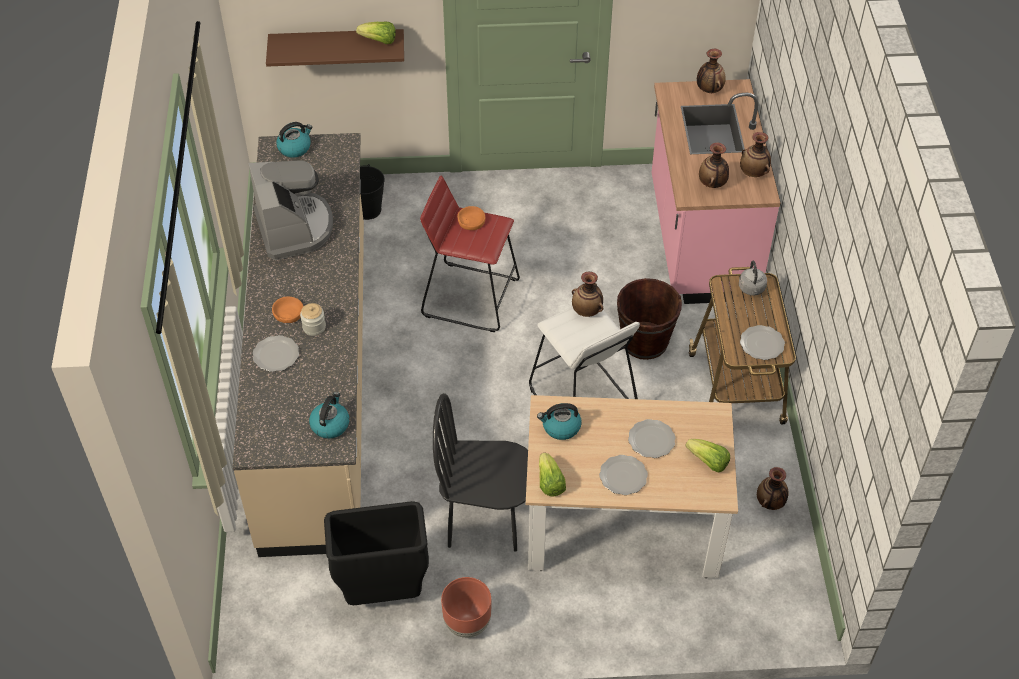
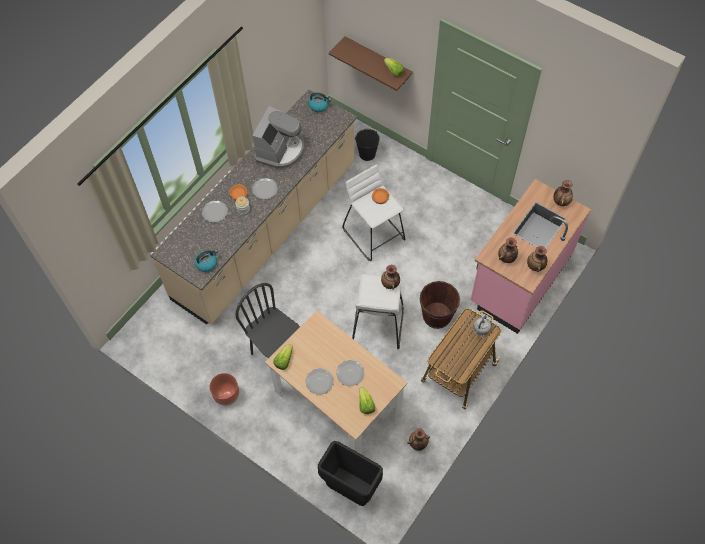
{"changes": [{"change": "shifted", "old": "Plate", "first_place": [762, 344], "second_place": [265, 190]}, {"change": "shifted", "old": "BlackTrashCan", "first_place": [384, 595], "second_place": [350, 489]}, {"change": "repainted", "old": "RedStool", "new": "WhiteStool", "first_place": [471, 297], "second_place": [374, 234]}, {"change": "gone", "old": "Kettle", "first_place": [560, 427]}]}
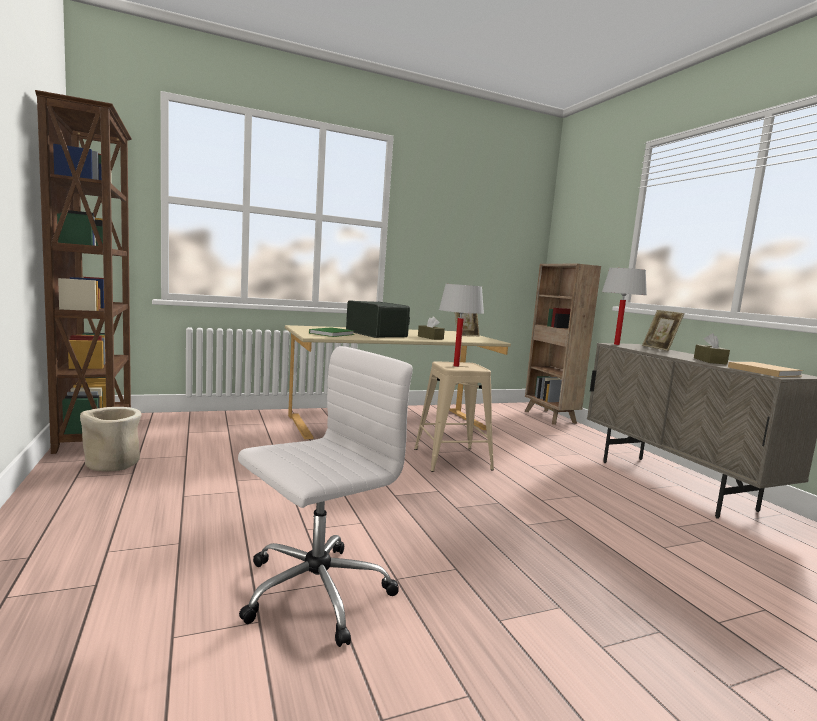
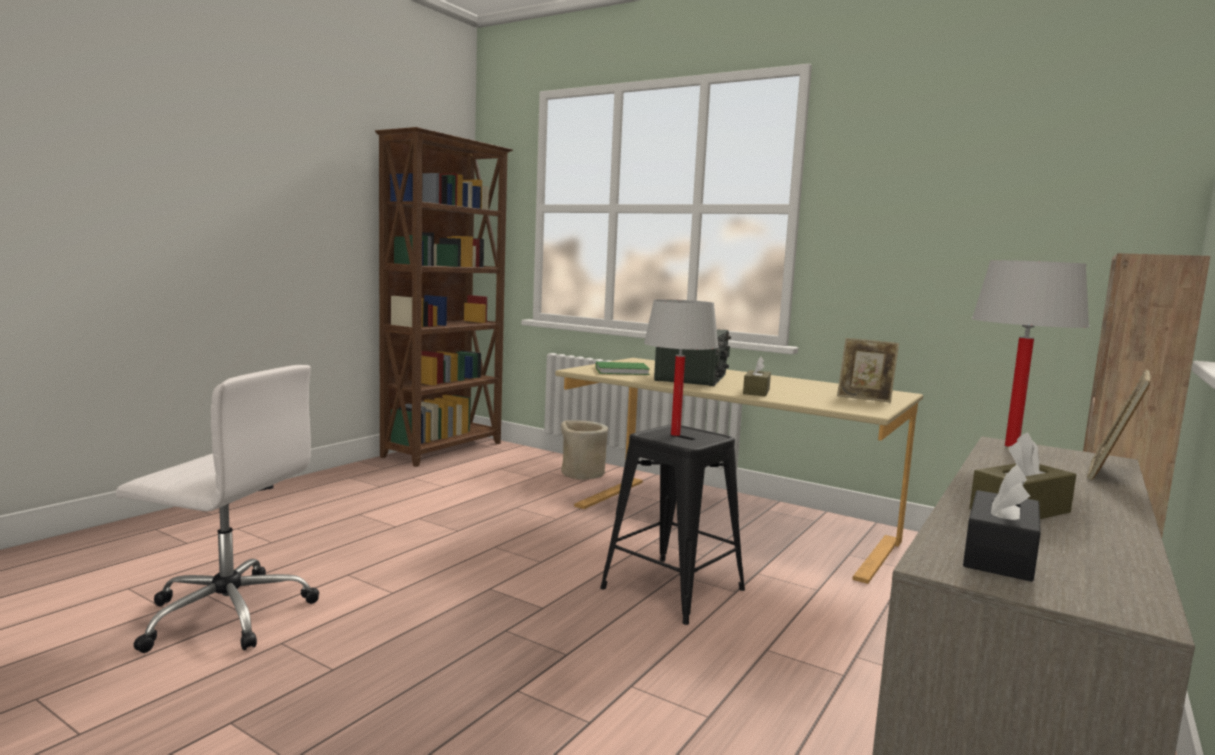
{"changes": [{"change": "shifted", "old": "BeigePlanter", "first_place": [112, 464], "second_place": [581, 474]}, {"change": "repainted", "old": "BeigeStool", "new": "BlackStool", "first_place": [452, 459], "second_place": [673, 589]}, {"change": "swapped", "old": "BeigeBook", "new": "BlackTissueBox", "first_place": [762, 371], "second_place": [999, 555]}]}
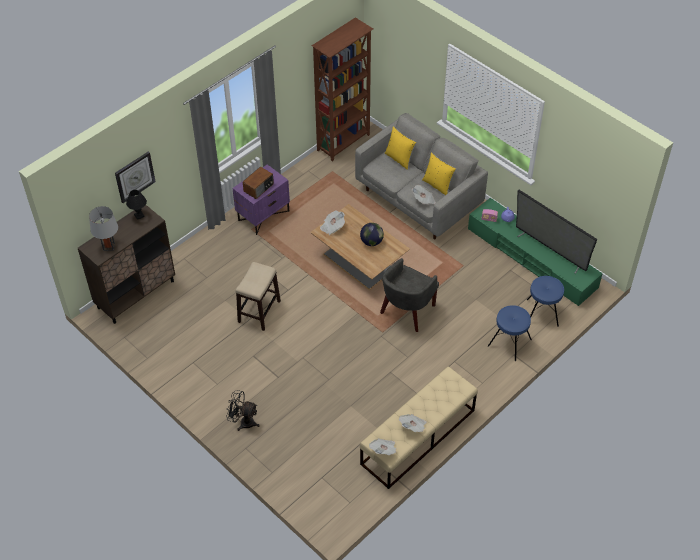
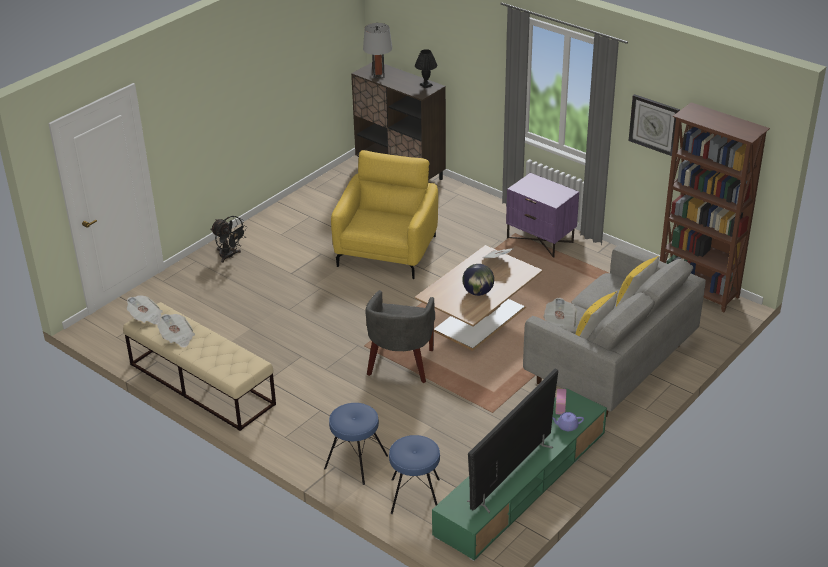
{"changes": [{"change": "rotated", "old": "BlackFan", "first_place": [243, 422], "second_place": [229, 256], "degrees": 120}, {"change": "swapped", "old": "Stool", "new": "YellowArmchair", "first_place": [259, 311], "second_place": [387, 251]}, {"change": "rotated", "old": "GreyArmchair", "first_place": [407, 311], "second_place": [401, 364], "degrees": -105}, {"change": "shifted", "old": "WallClock", "first_place": [134, 176], "second_place": [654, 124]}, {"change": "gone", "old": "Radio", "first_place": [259, 188]}]}
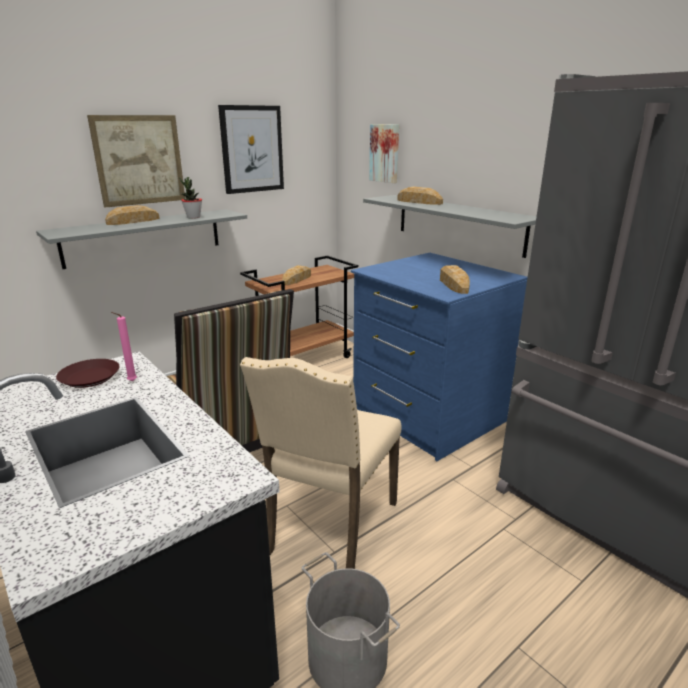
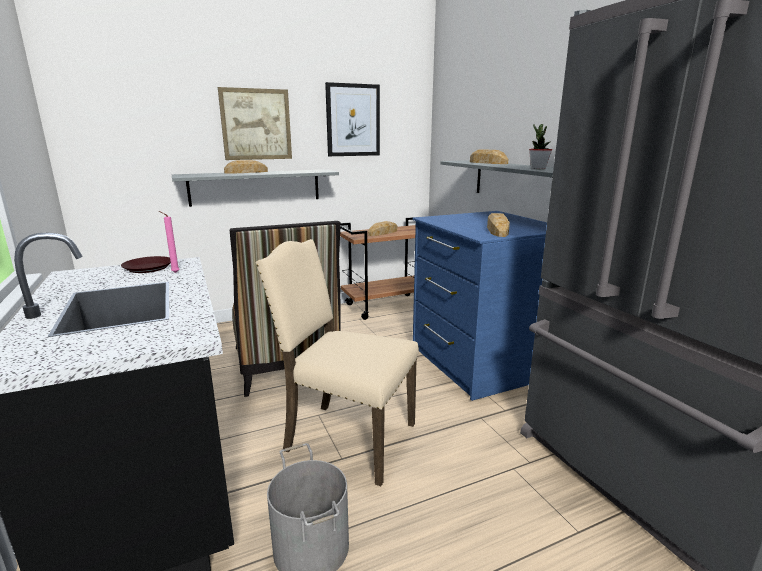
{"changes": [{"change": "rotated", "old": "BeigeChair", "first_place": [329, 527], "second_place": [347, 438], "degrees": 75}, {"change": "shifted", "old": "PottedPlant", "first_place": [193, 217], "second_place": [538, 168]}, {"change": "gone", "old": "Picture", "first_place": [385, 153]}]}
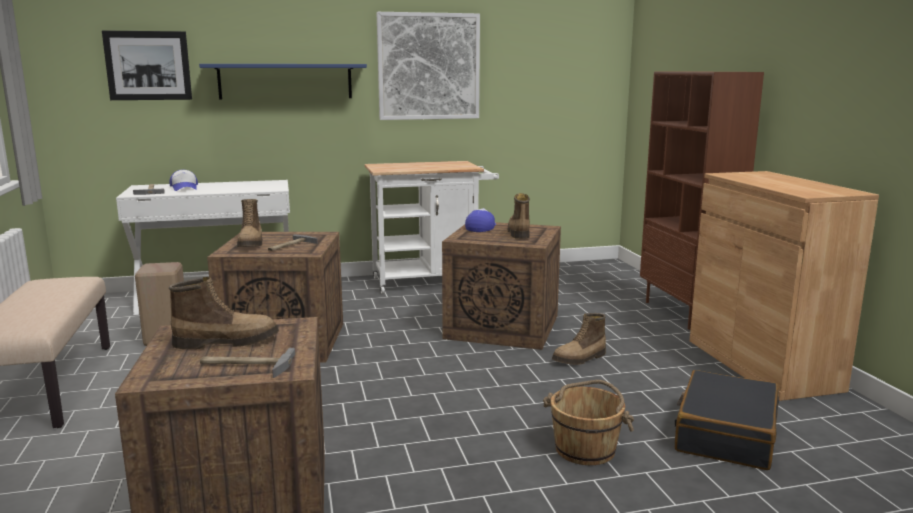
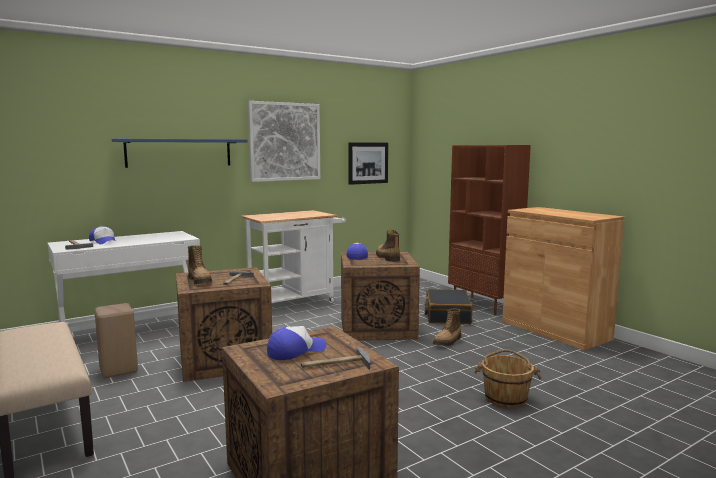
{"changes": [{"change": "swapped", "old": "Boot", "new": "Cap", "first_place": [226, 342], "second_place": [296, 351]}, {"change": "shifted", "old": "Picture", "first_place": [148, 65], "second_place": [368, 163]}, {"change": "shifted", "old": "BlackSuitcase", "first_place": [725, 434], "second_place": [447, 315]}]}
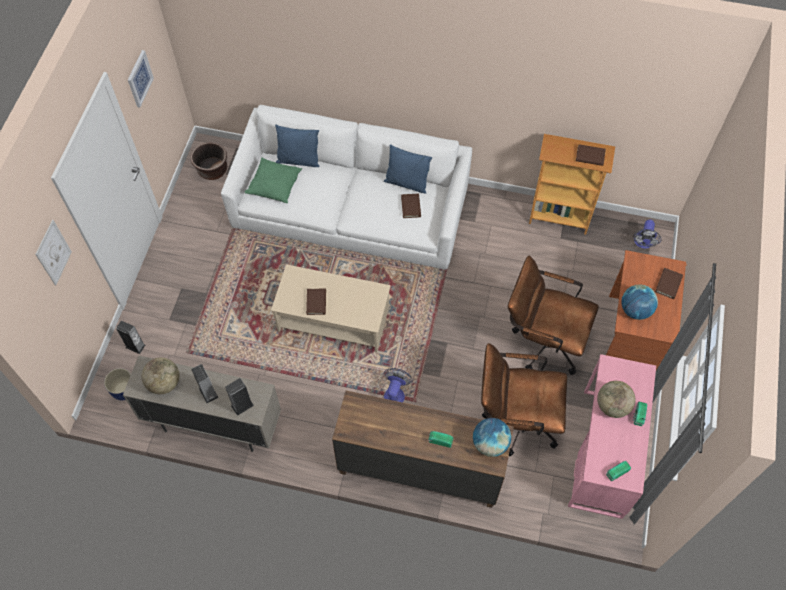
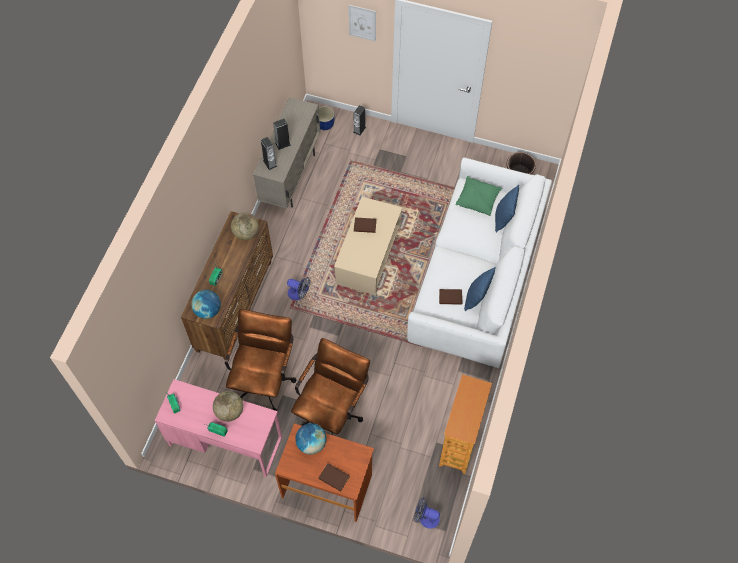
{"changes": [{"change": "shifted", "old": "Globe", "first_place": [164, 383], "second_place": [246, 233]}, {"change": "gone", "old": "Picture", "first_place": [139, 78]}, {"change": "gone", "old": "BrownBook", "first_place": [590, 156]}]}
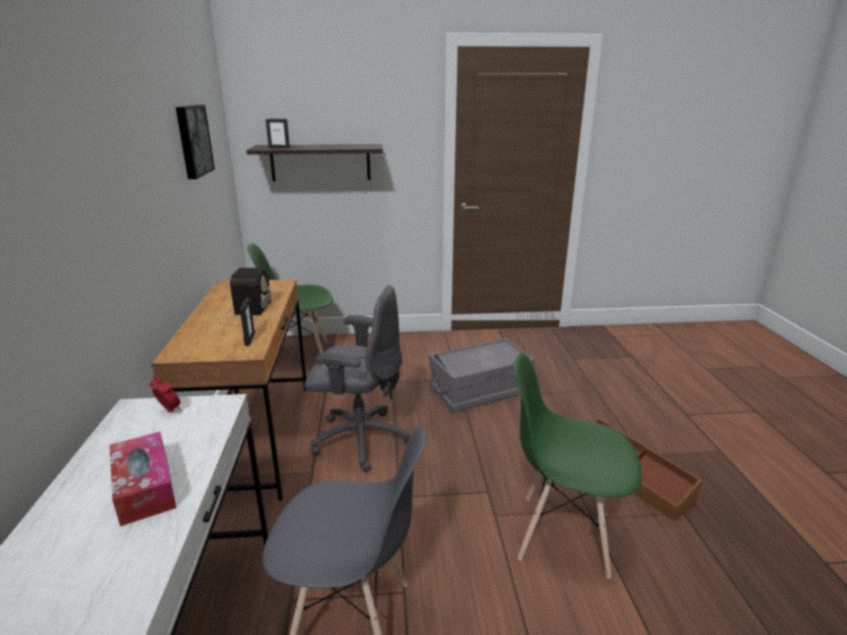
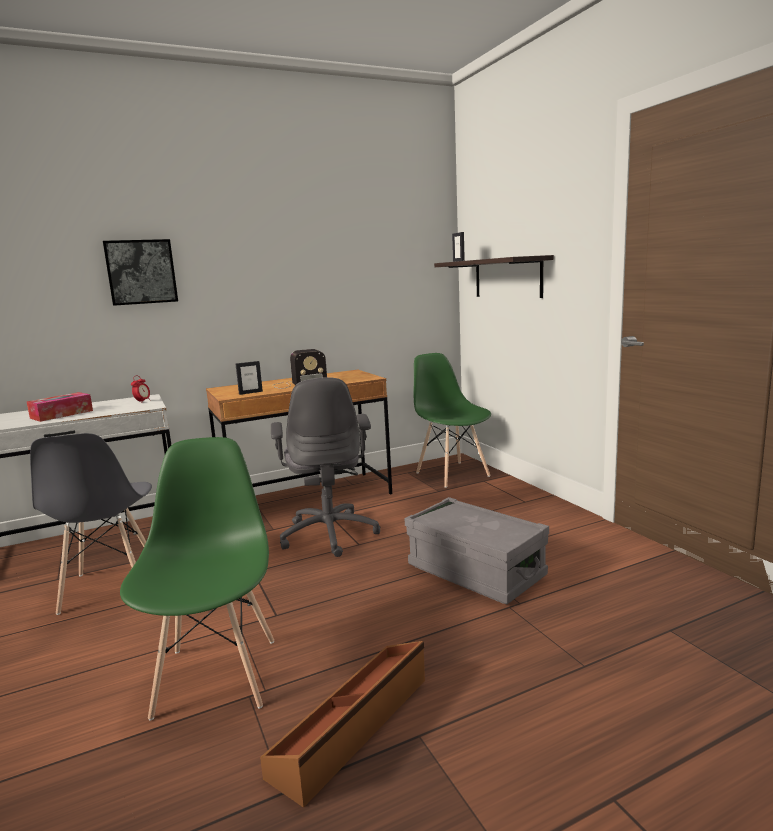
{"changes": [{"change": "shifted", "old": "Picture", "first_place": [192, 140], "second_place": [141, 272]}]}
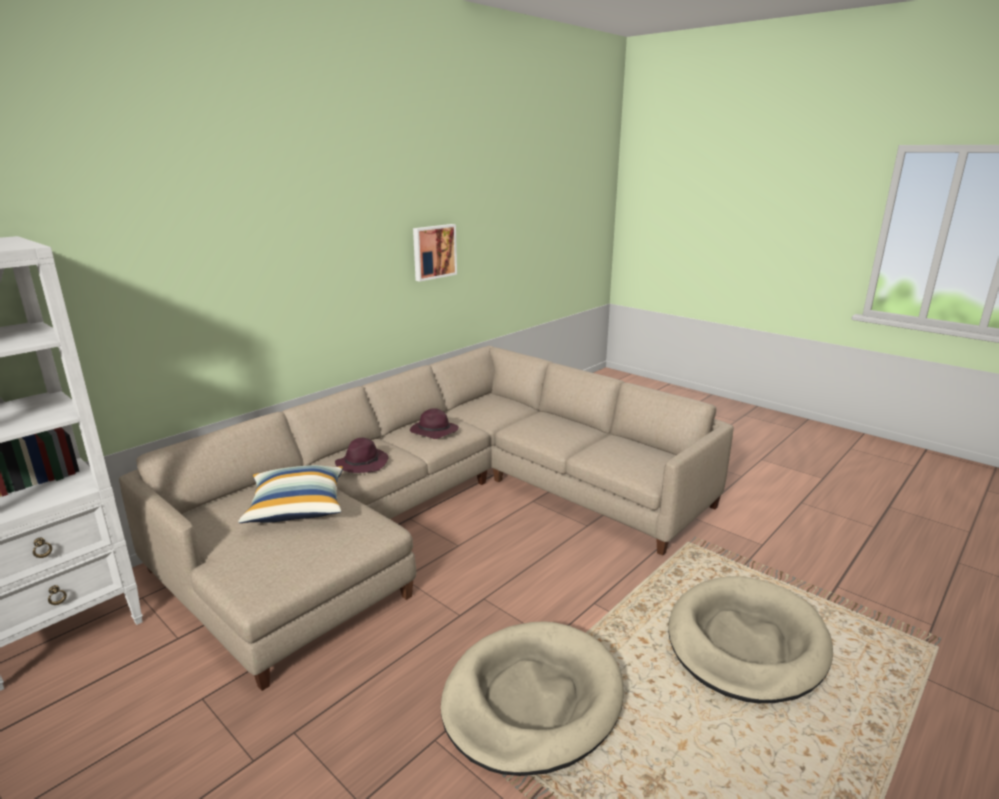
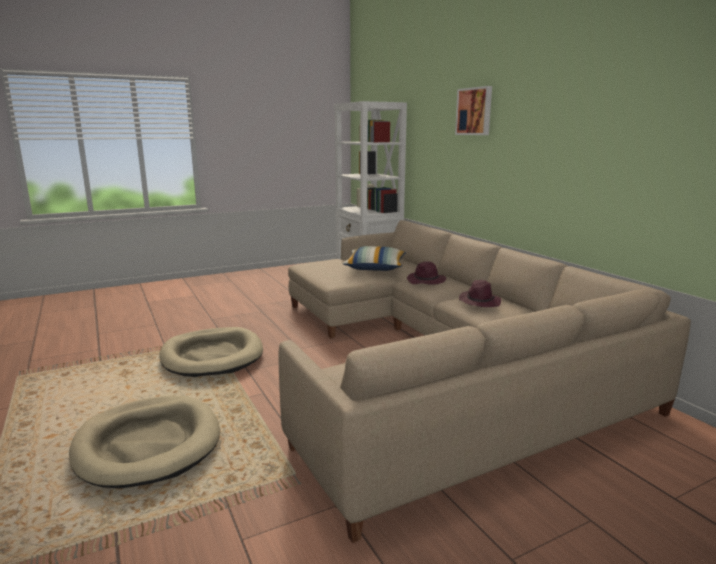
{"changes": [{"change": "shifted", "old": "Picture", "first_place": [433, 251], "second_place": [474, 111]}]}
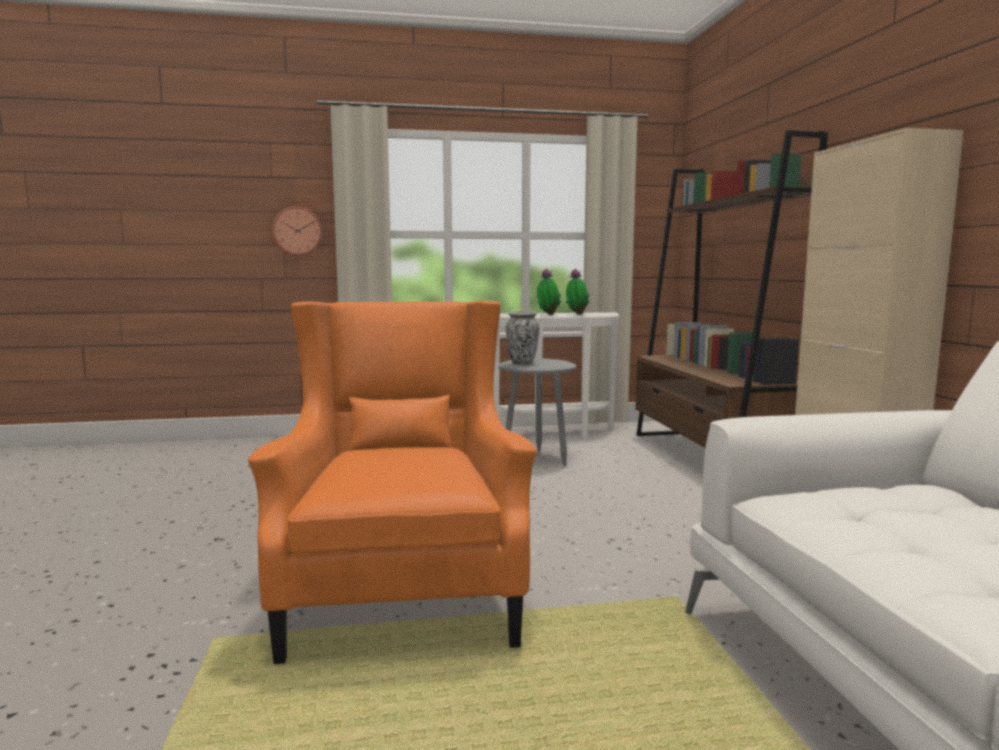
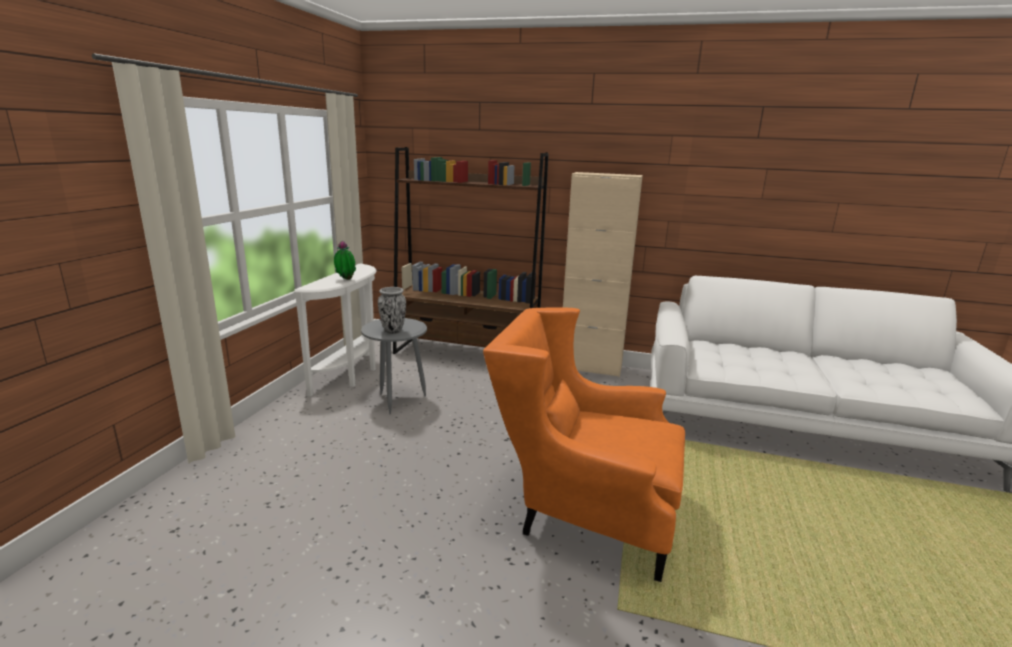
{"changes": [{"change": "gone", "old": "WallClock", "first_place": [298, 231]}, {"change": "gone", "old": "PottedPlant", "first_place": [576, 314]}]}
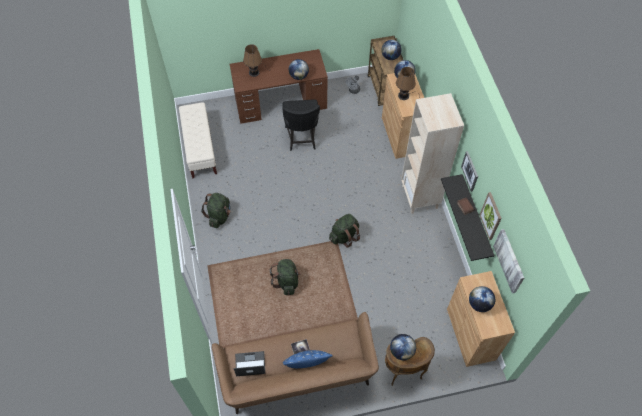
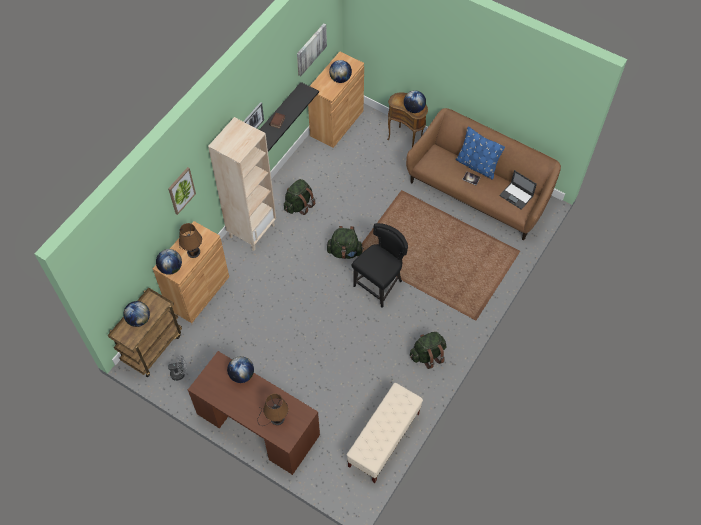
{"changes": [{"change": "shifted", "old": "Picture", "first_place": [491, 216], "second_place": [181, 190]}, {"change": "shifted", "old": "GreenBackpack", "first_place": [287, 281], "second_place": [299, 205]}, {"change": "shifted", "old": "BlackChair", "first_place": [301, 138], "second_place": [379, 284]}]}
